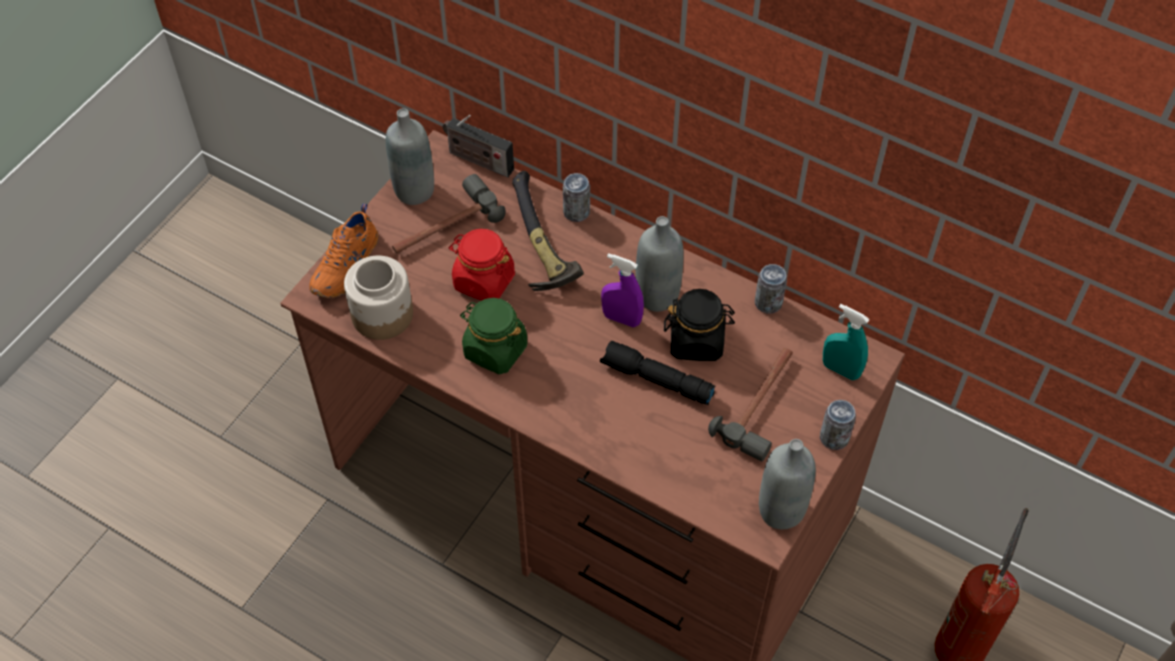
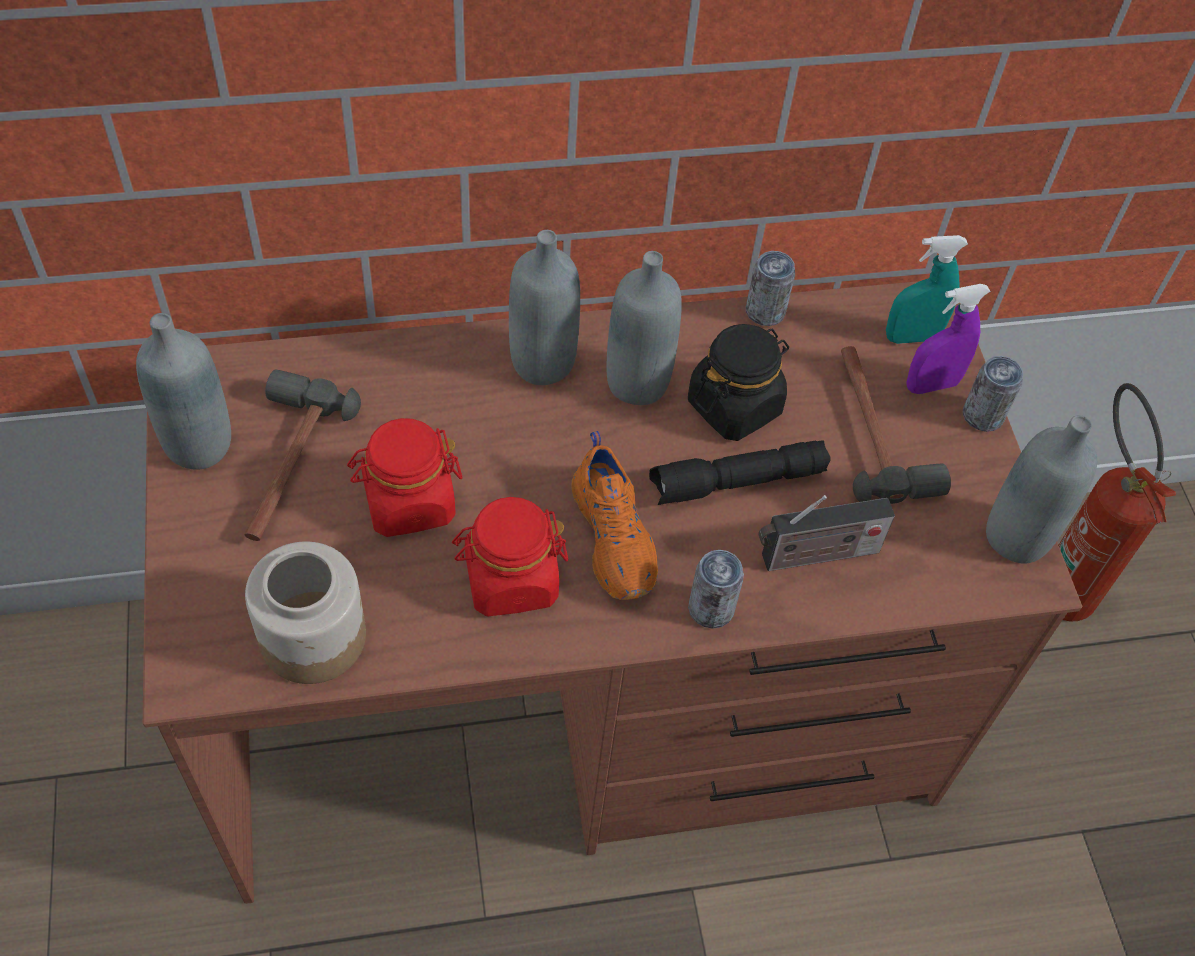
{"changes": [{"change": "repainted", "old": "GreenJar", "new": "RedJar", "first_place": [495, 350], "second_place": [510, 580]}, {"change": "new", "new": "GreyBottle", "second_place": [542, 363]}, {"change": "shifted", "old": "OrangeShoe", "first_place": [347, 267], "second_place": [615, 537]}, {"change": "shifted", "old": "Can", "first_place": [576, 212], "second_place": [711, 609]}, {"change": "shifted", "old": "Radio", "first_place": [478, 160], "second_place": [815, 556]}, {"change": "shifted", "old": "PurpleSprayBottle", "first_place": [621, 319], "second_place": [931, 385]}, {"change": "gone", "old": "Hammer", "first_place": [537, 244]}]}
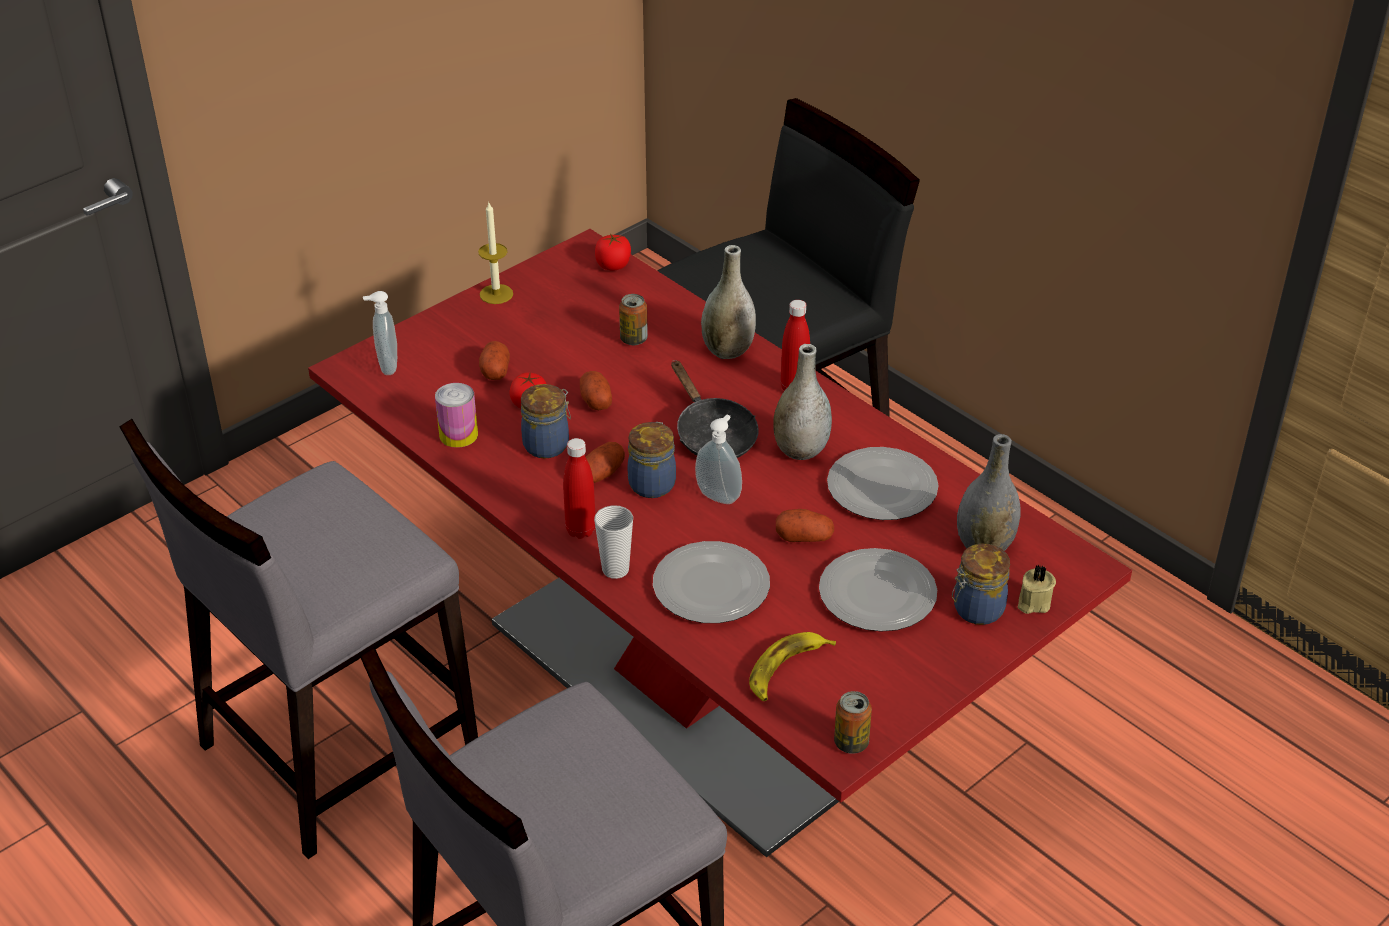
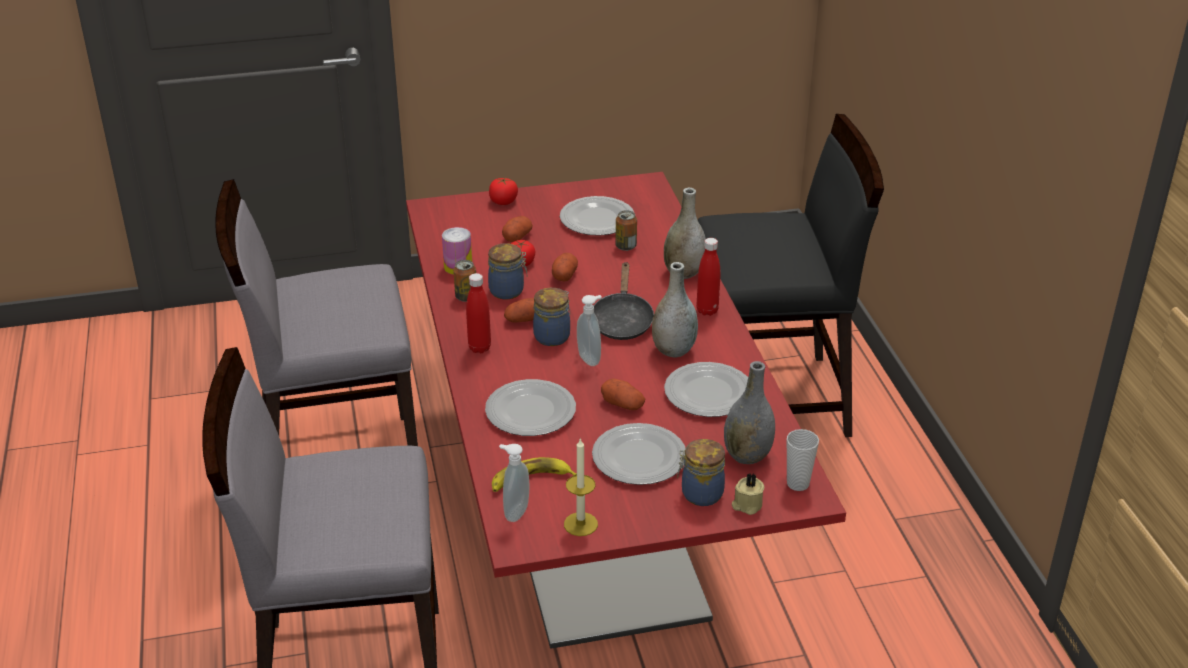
{"changes": [{"change": "shifted", "old": "Can", "first_place": [851, 743], "second_place": [466, 297]}, {"change": "shifted", "old": "Tomato", "first_place": [613, 265], "second_place": [503, 201]}, {"change": "shifted", "old": "SoapDispenser", "first_place": [386, 366], "second_place": [515, 512]}, {"change": "new", "new": "Plate", "second_place": [598, 219]}, {"change": "shifted", "old": "Candle", "first_place": [496, 294], "second_place": [580, 524]}, {"change": "shifted", "old": "Cup", "first_place": [615, 569], "second_place": [798, 484]}]}
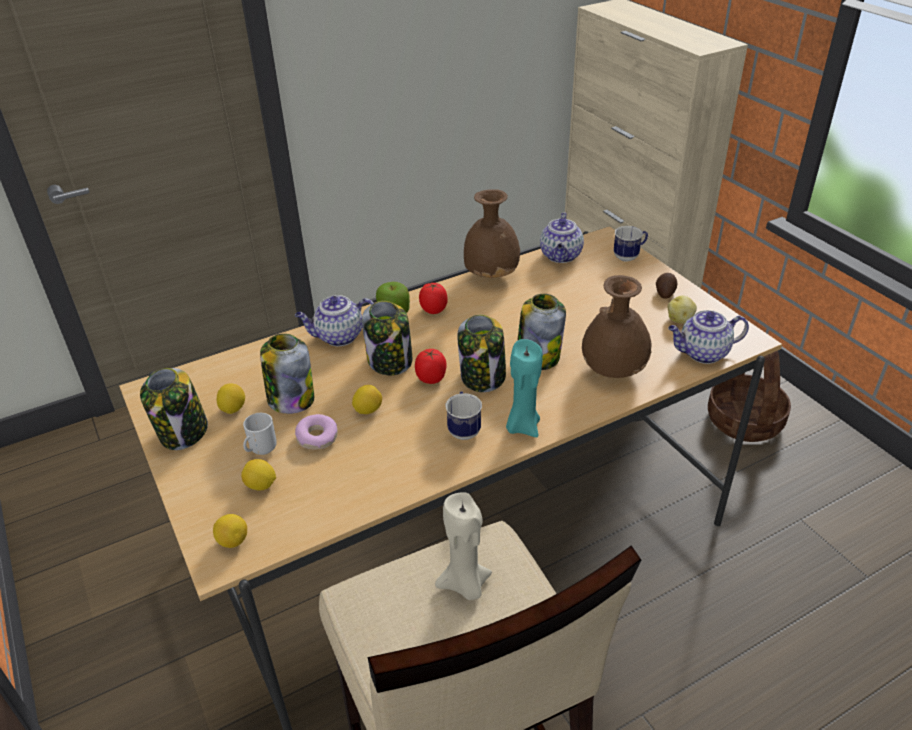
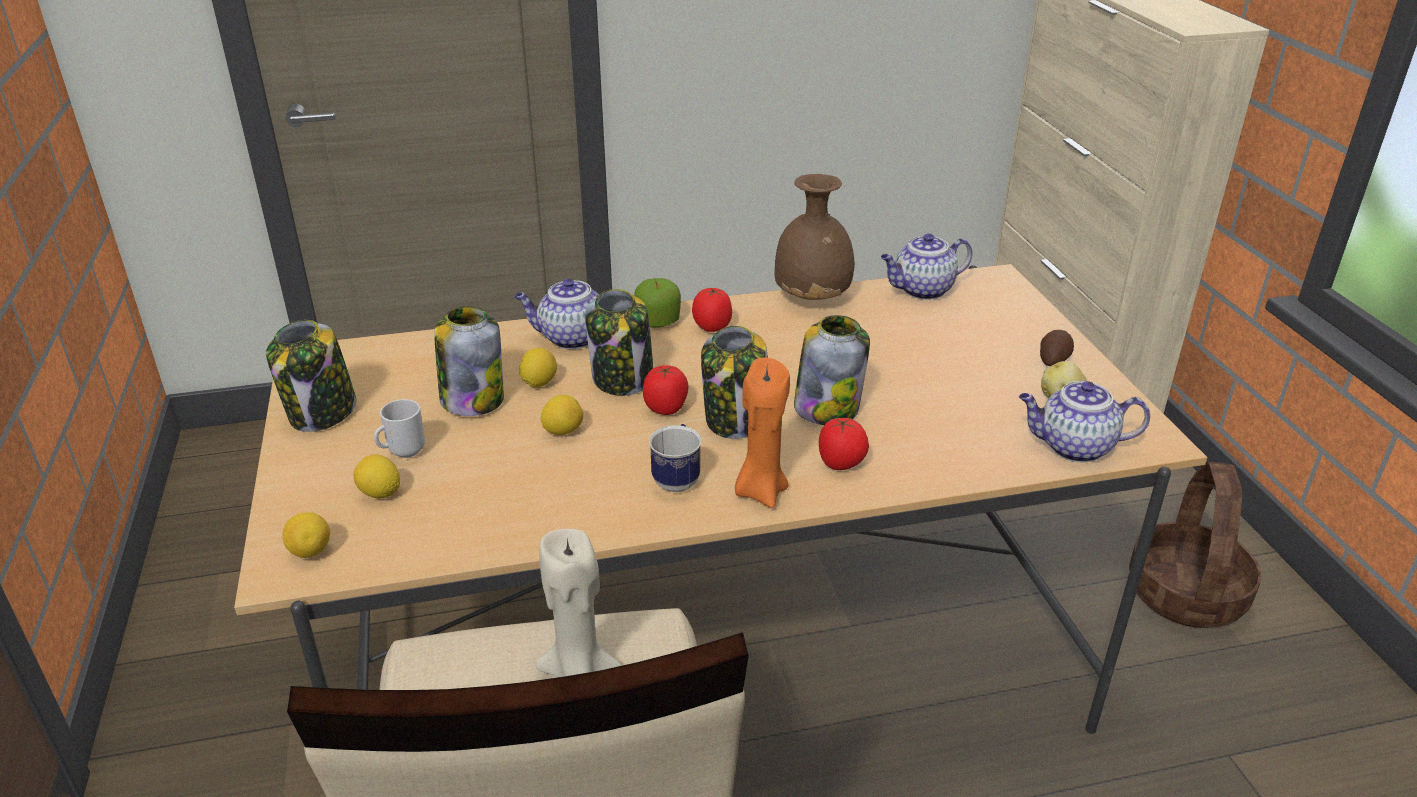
{"changes": [{"change": "shifted", "old": "Lemon", "first_place": [233, 408], "second_place": [539, 383]}, {"change": "repainted", "old": "TurquoiseCandle", "new": "OrangeCandle", "first_place": [522, 426], "second_place": [760, 491]}, {"change": "new", "new": "Tomato", "second_place": [841, 464]}, {"change": "rotated", "old": "Teapot", "first_place": [561, 256], "second_place": [922, 290], "degrees": 45}, {"change": "gone", "old": "Donut", "first_place": [317, 437]}, {"change": "gone", "old": "BrownVase", "first_place": [613, 370]}, {"change": "gone", "old": "Mug", "first_place": [629, 256]}]}
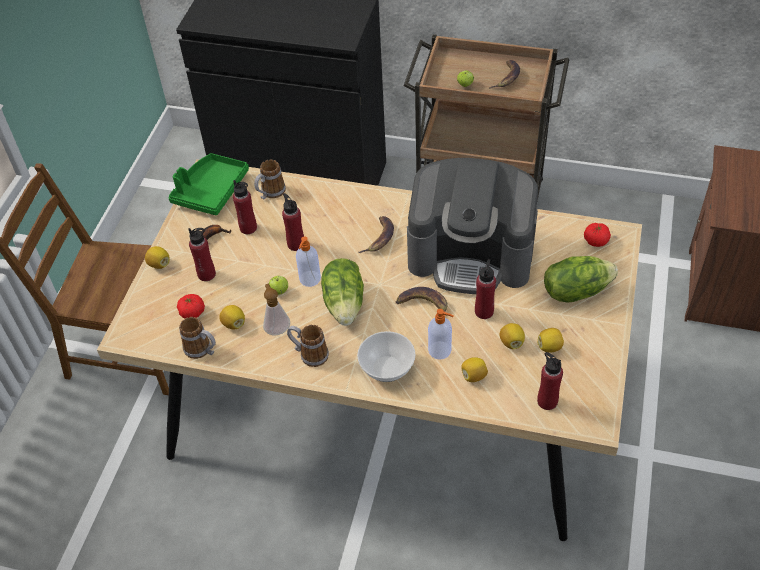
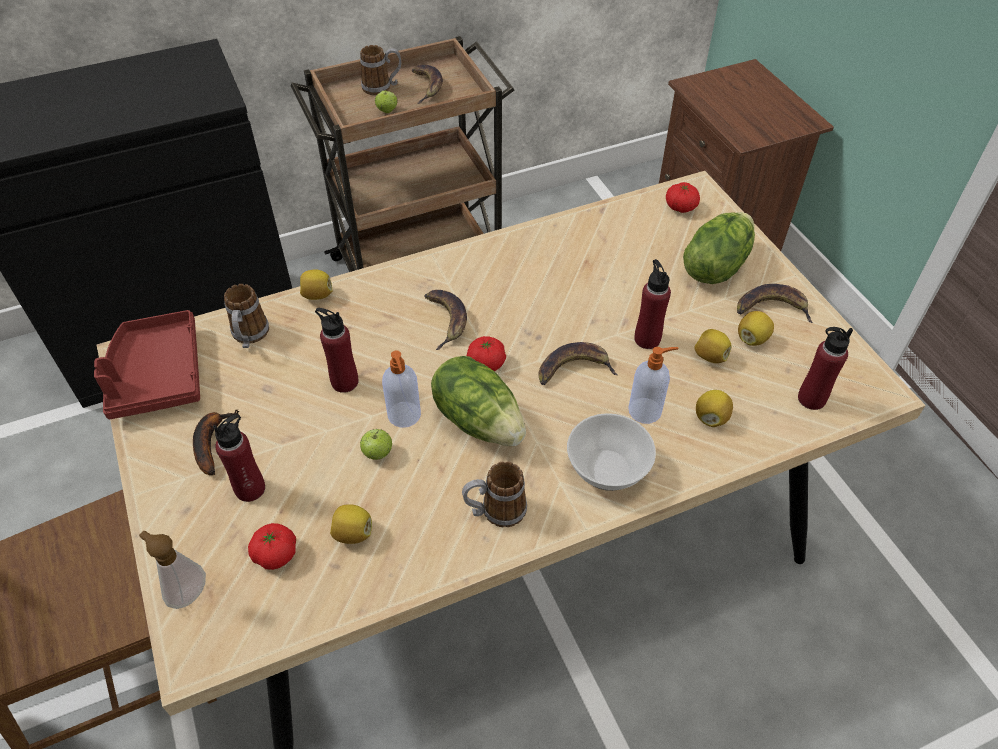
{"changes": [{"change": "repainted", "old": "GreenTray", "new": "RedTray", "first_place": [210, 191], "second_place": [156, 375]}, {"change": "shifted", "old": "SoapDispenser", "first_place": [277, 329], "second_place": [187, 592]}, {"change": "shifted", "old": "Lemon", "first_place": [159, 264], "second_place": [317, 295]}, {"change": "shifted", "old": "Mug", "first_place": [202, 350], "second_place": [382, 87]}, {"change": "new", "new": "Tomato", "second_place": [486, 364]}, {"change": "new", "new": "Banana", "second_place": [772, 308]}, {"change": "gone", "old": "RedBottle", "first_place": [248, 228]}, {"change": "gone", "old": "CoffeeMachine", "first_place": [471, 254]}]}
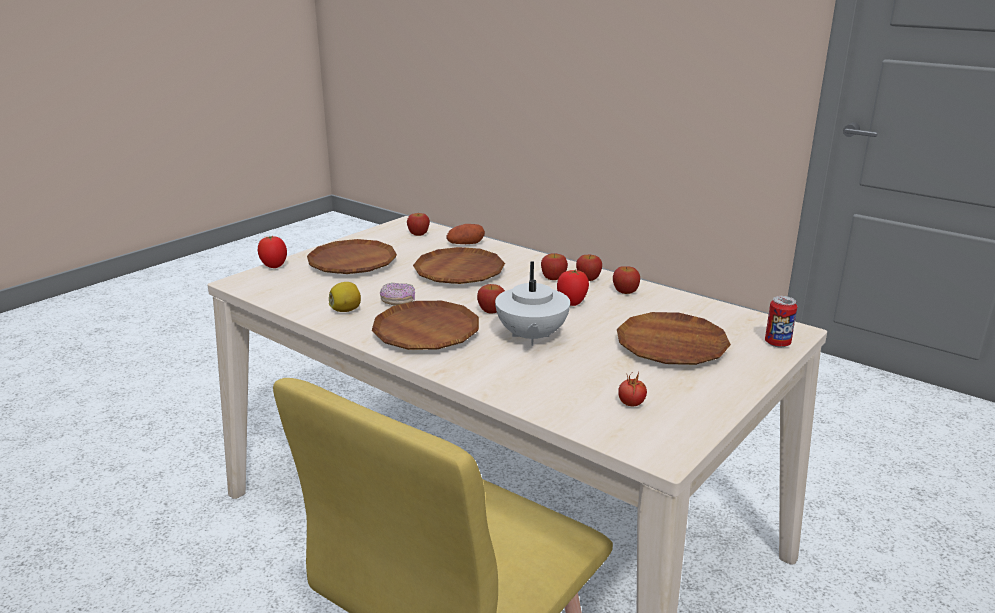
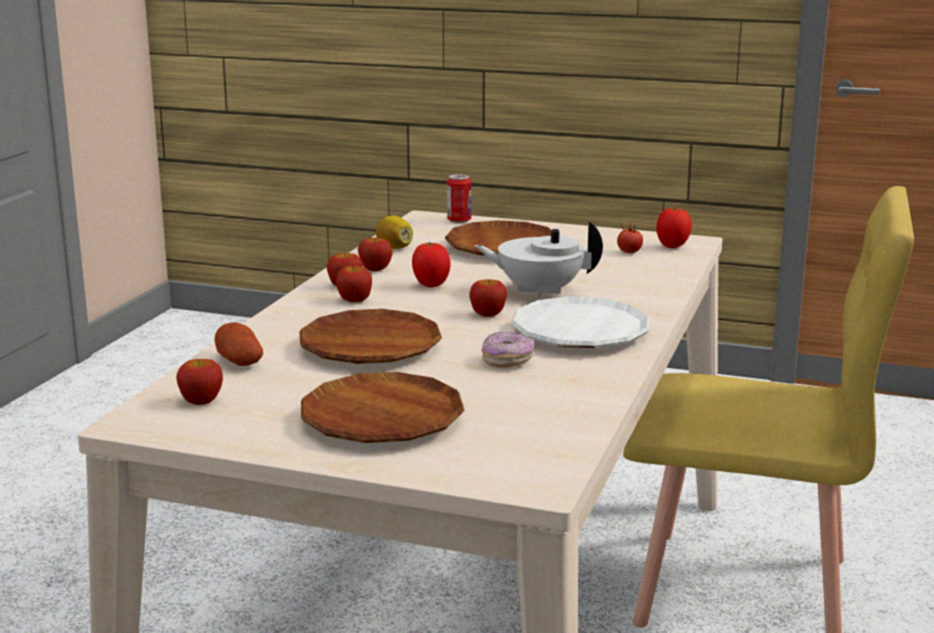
{"changes": [{"change": "shifted", "old": "Lemon", "first_place": [346, 310], "second_place": [394, 248]}, {"change": "rotated", "old": "WhiteTeapot", "first_place": [531, 337], "second_place": [539, 292], "degrees": -150}, {"change": "repainted", "old": "BrownPlate", "new": "WhitePlate", "first_place": [426, 332], "second_place": [580, 333]}, {"change": "shifted", "old": "Tomato", "first_place": [274, 267], "second_place": [672, 247]}]}
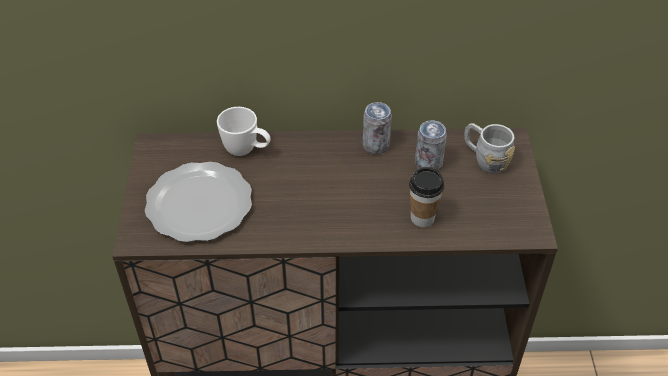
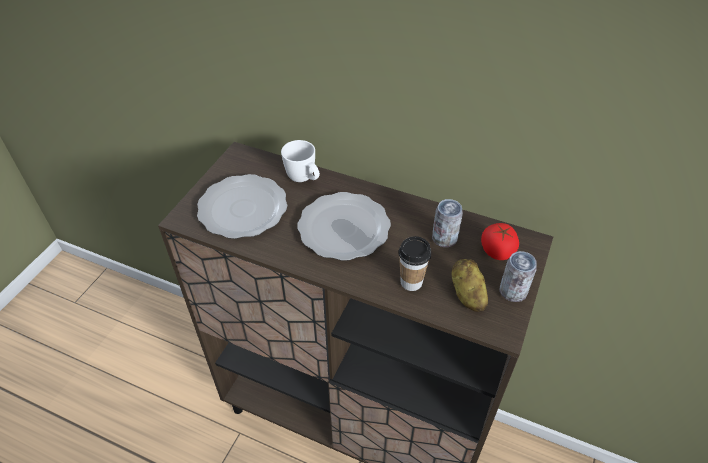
{"changes": [{"change": "new", "new": "Plate", "second_place": [344, 227]}, {"change": "new", "new": "Potato", "second_place": [467, 294]}, {"change": "swapped", "old": "GreyMug", "new": "Tomato", "first_place": [484, 159], "second_place": [497, 251]}, {"change": "shifted", "old": "Can", "first_place": [376, 145], "second_place": [513, 291]}]}
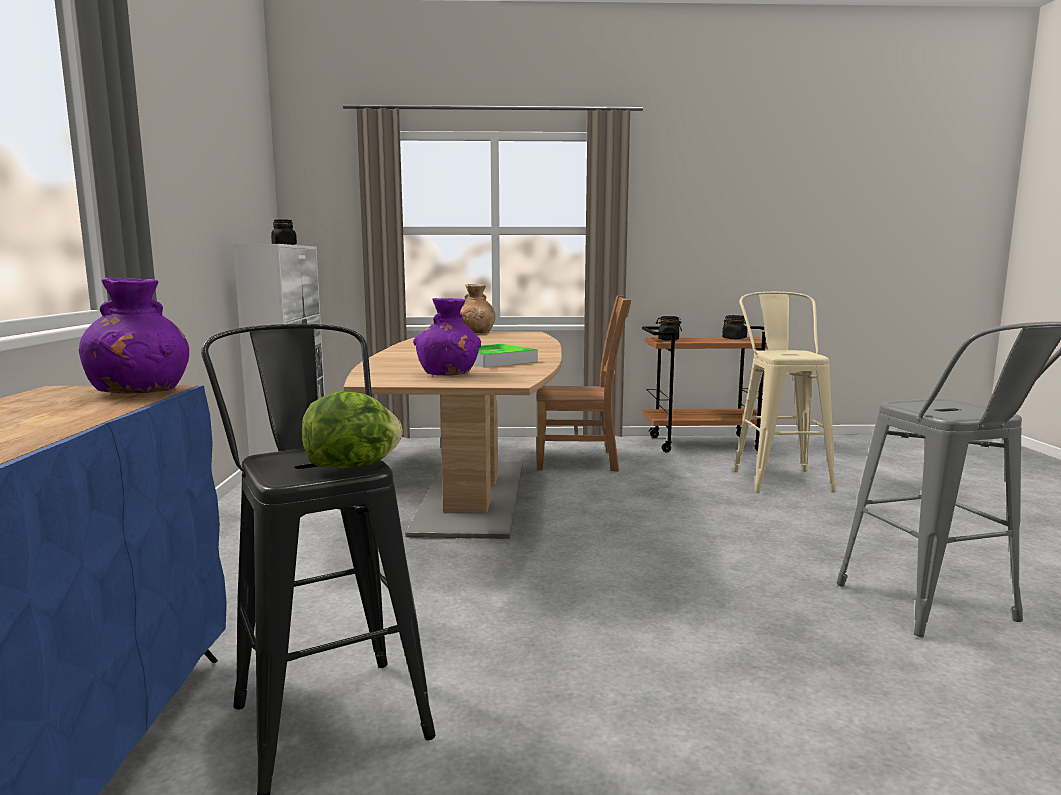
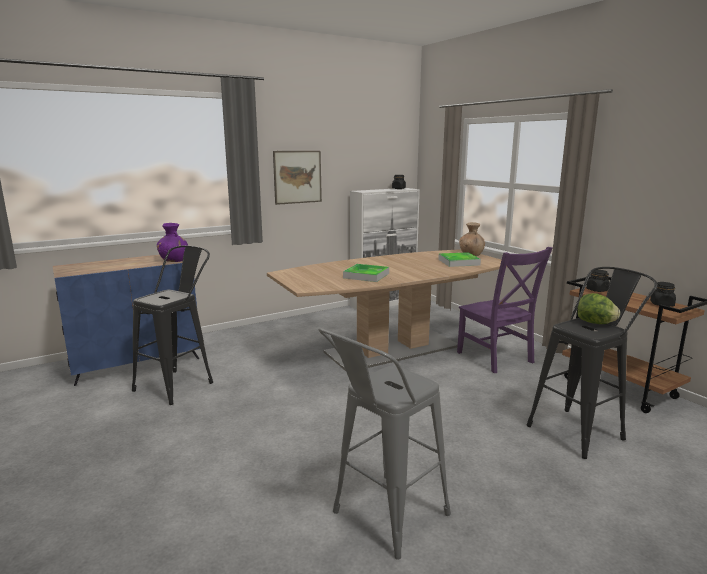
{"changes": [{"change": "new", "new": "Picture", "second_place": [297, 177]}, {"change": "new", "new": "Tray", "second_place": [458, 262]}, {"change": "repainted", "old": "BrownChair", "new": "PurpleChair", "first_place": [581, 461], "second_place": [496, 358]}, {"change": "repainted", "old": "BeigeStool", "new": "BlackStool", "first_place": [778, 478], "second_place": [581, 430]}, {"change": "shifted", "old": "Lettuce", "first_place": [353, 466], "second_place": [595, 323]}, {"change": "gone", "old": "PurpleVase", "first_place": [448, 374]}]}
